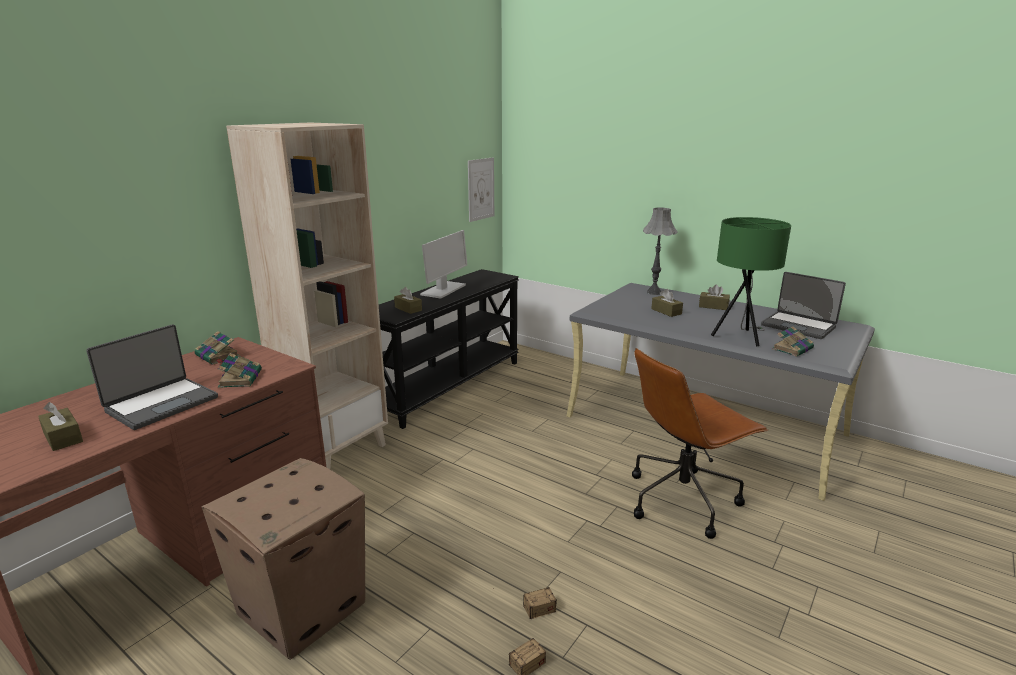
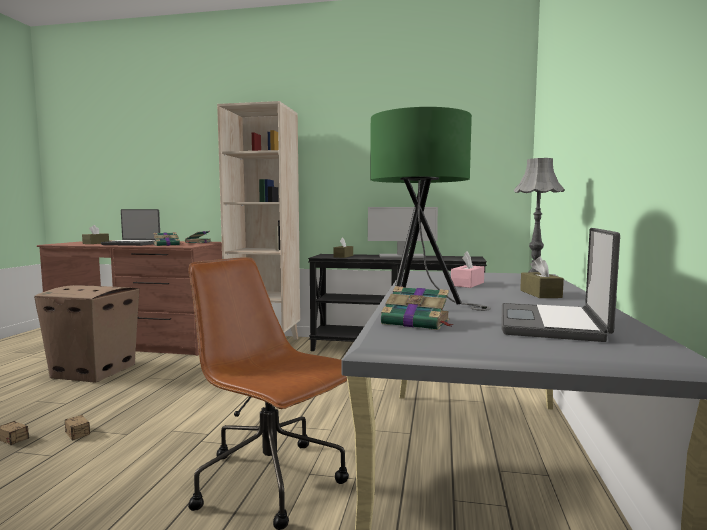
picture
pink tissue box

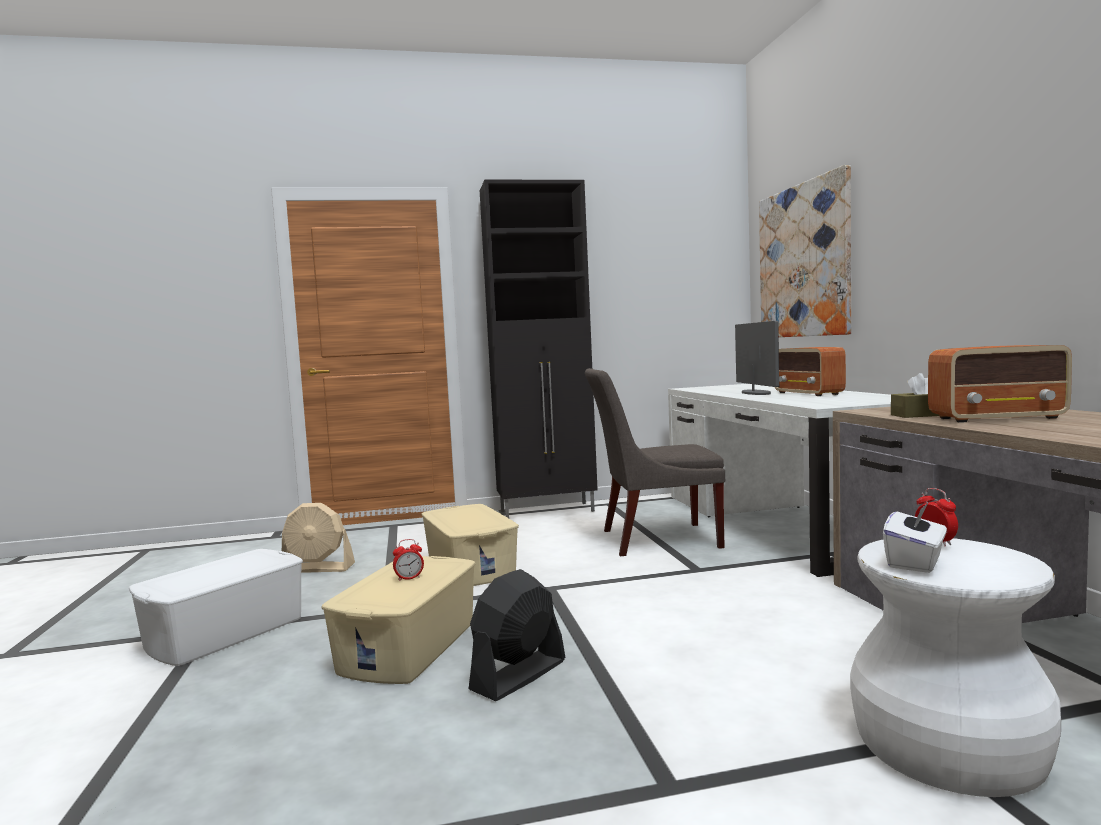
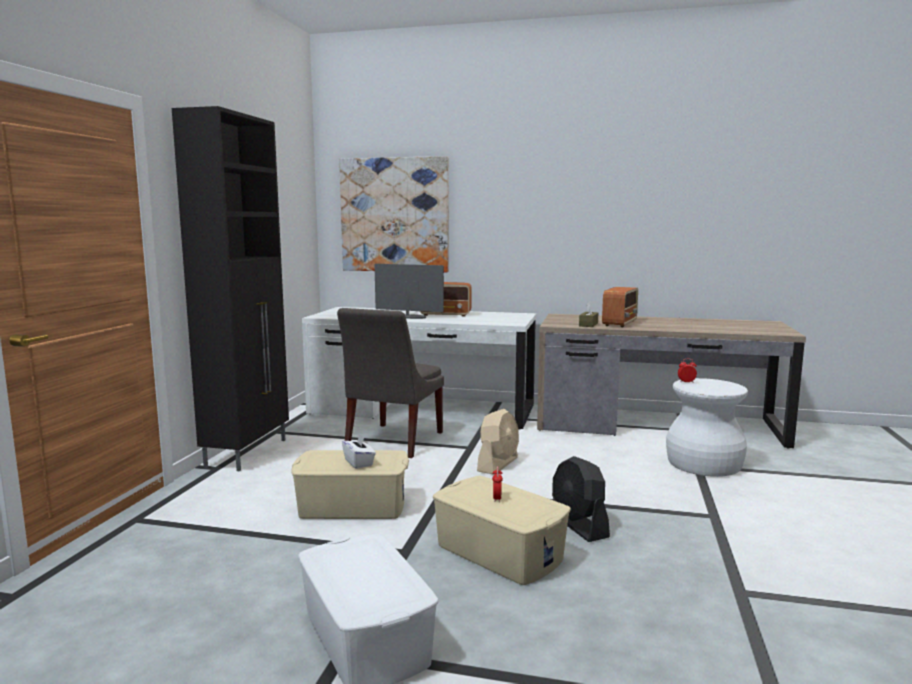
beige fan
white tissue box

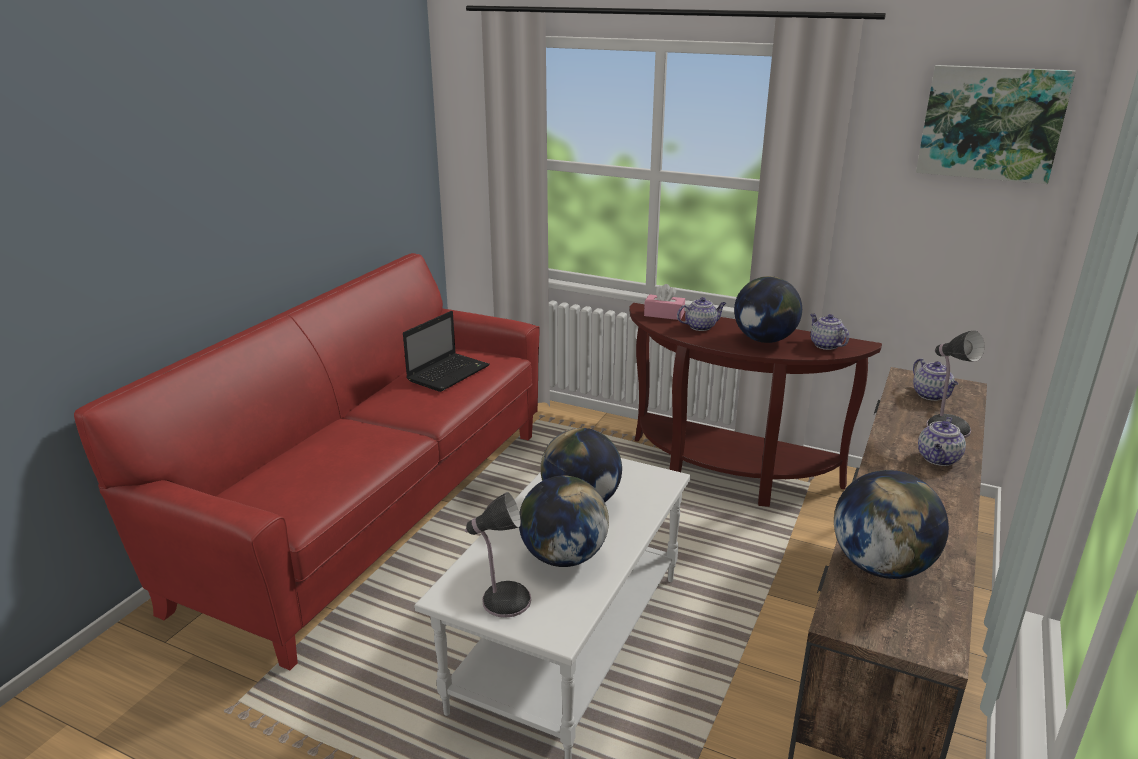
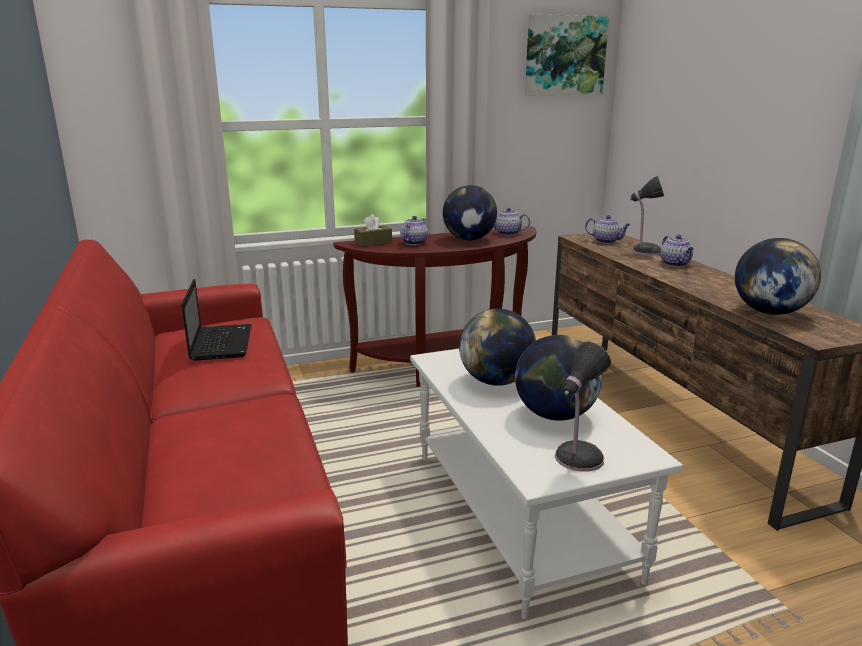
brown tissue box

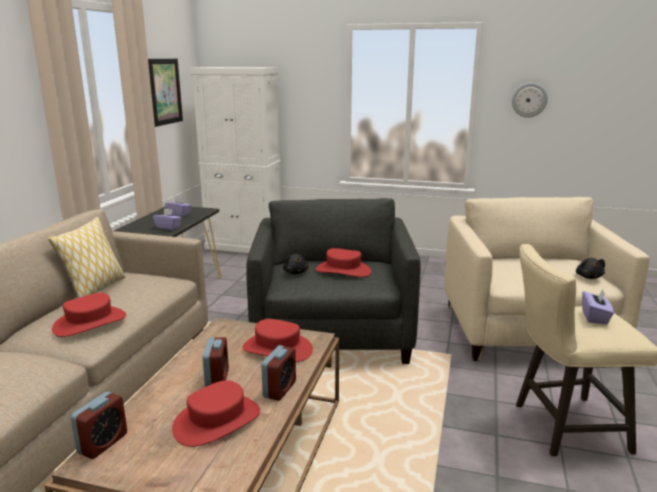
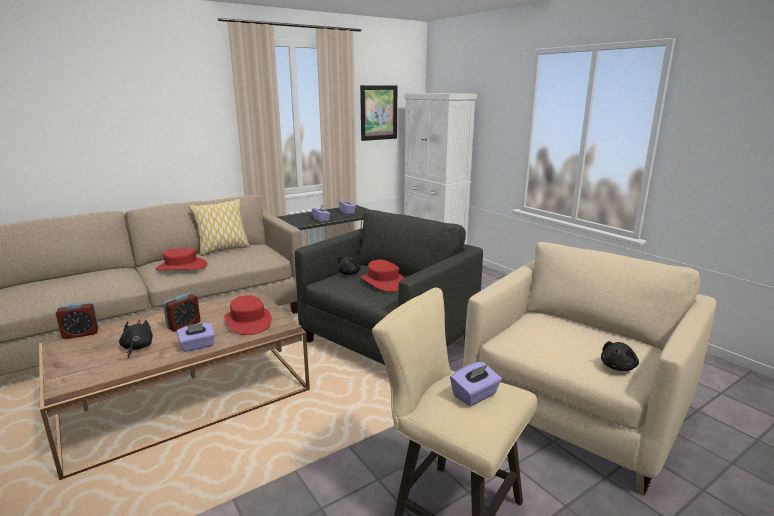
wall clock
black plush toy (1st from left)
purple tissue box (1st from left)

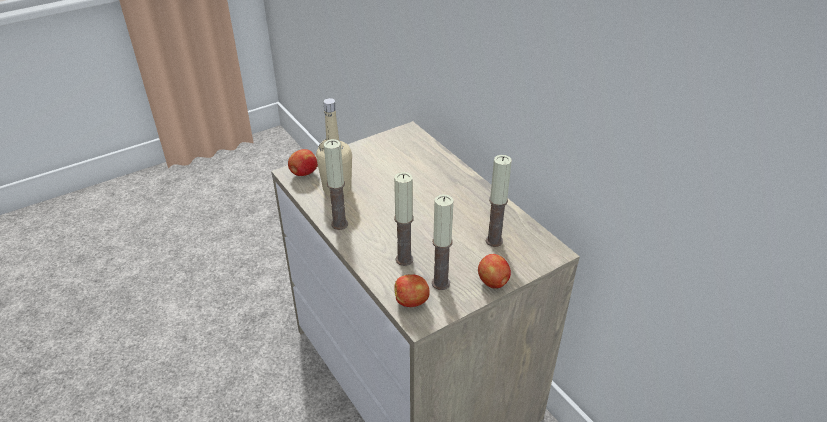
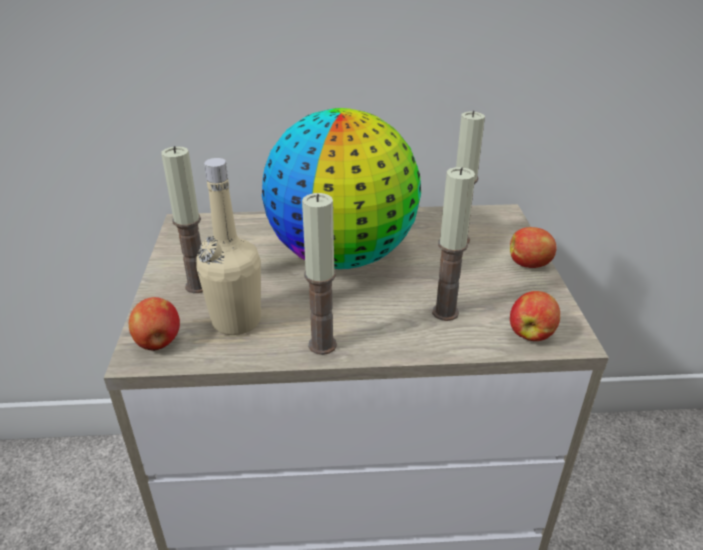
globe
candle (1st from left)

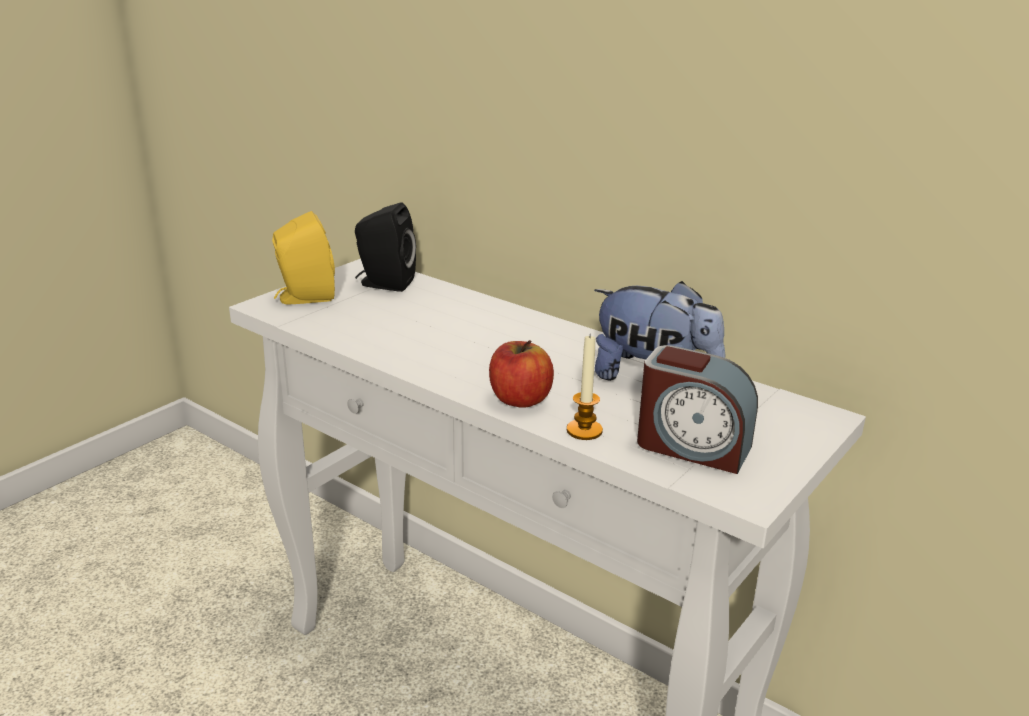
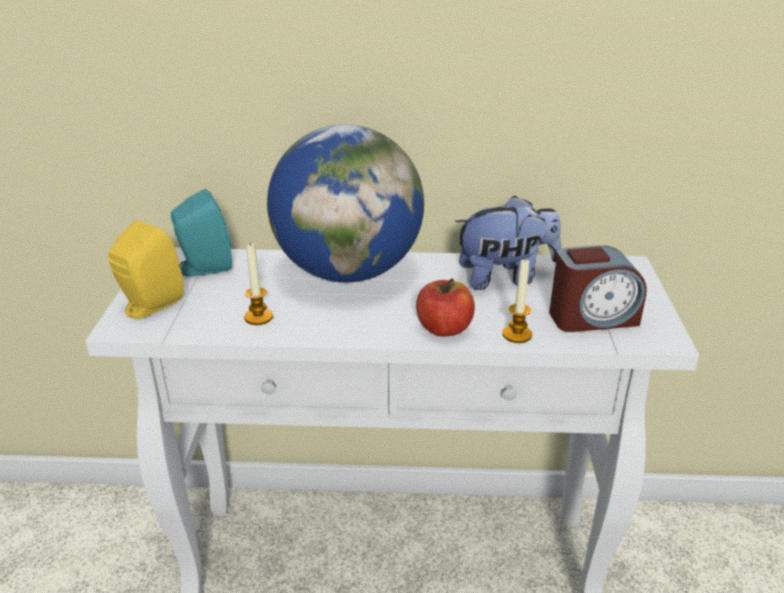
candle (1st from left)
globe
turquoise speaker

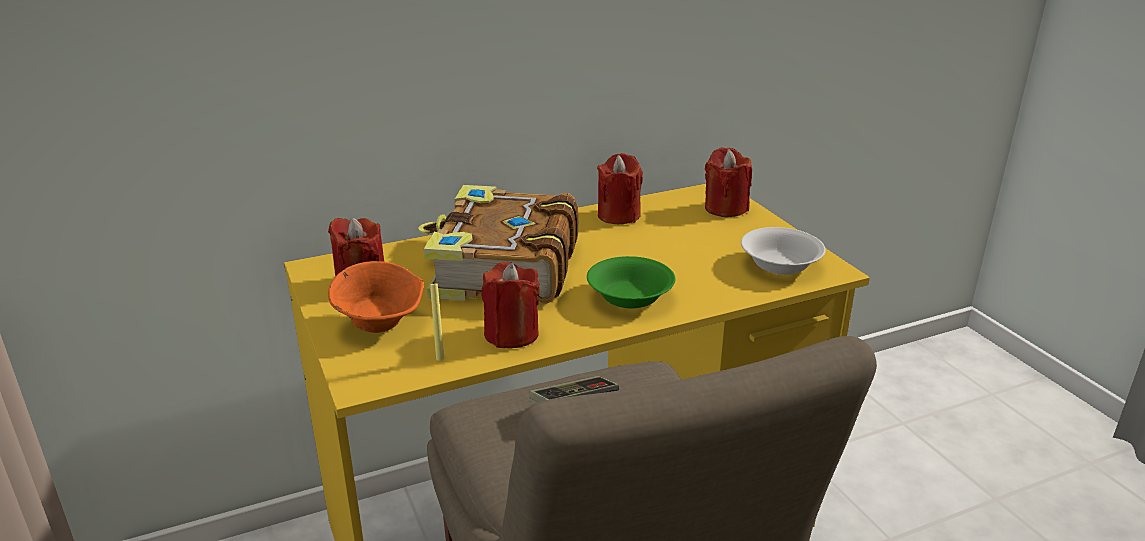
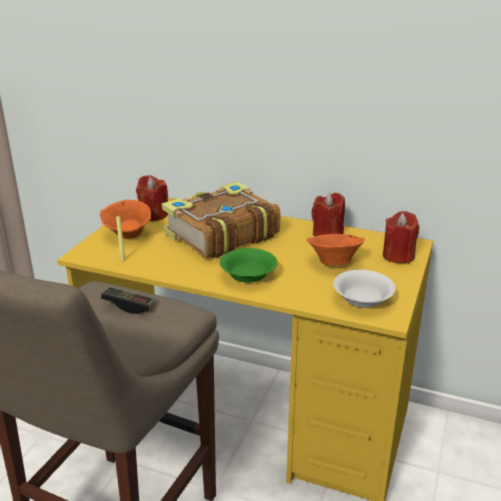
red candle (2nd from left in the first image)
orange bowl (2nd from left)

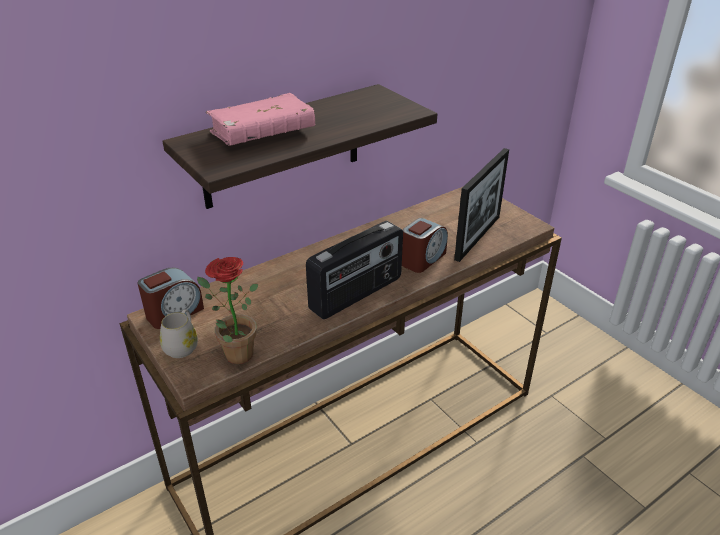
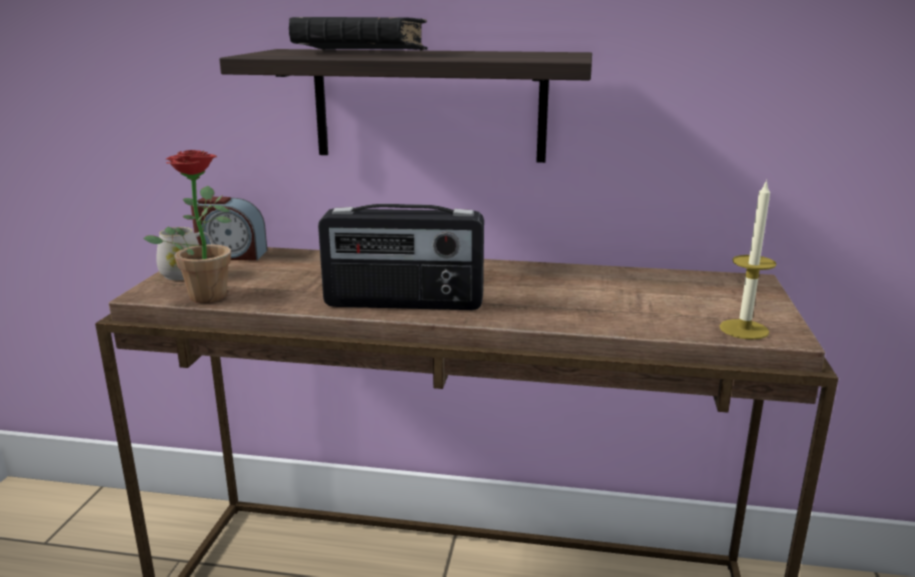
alarm clock (2nd from left in the first image)
picture frame
candle
black book

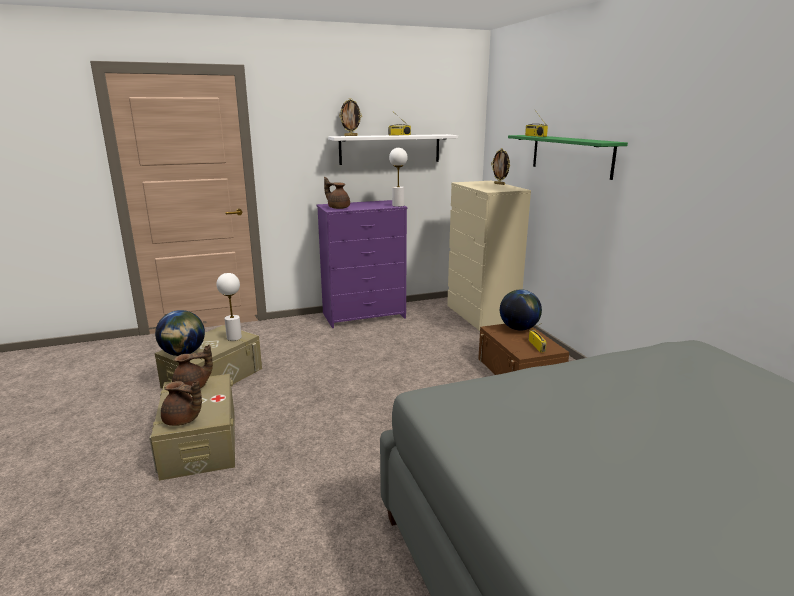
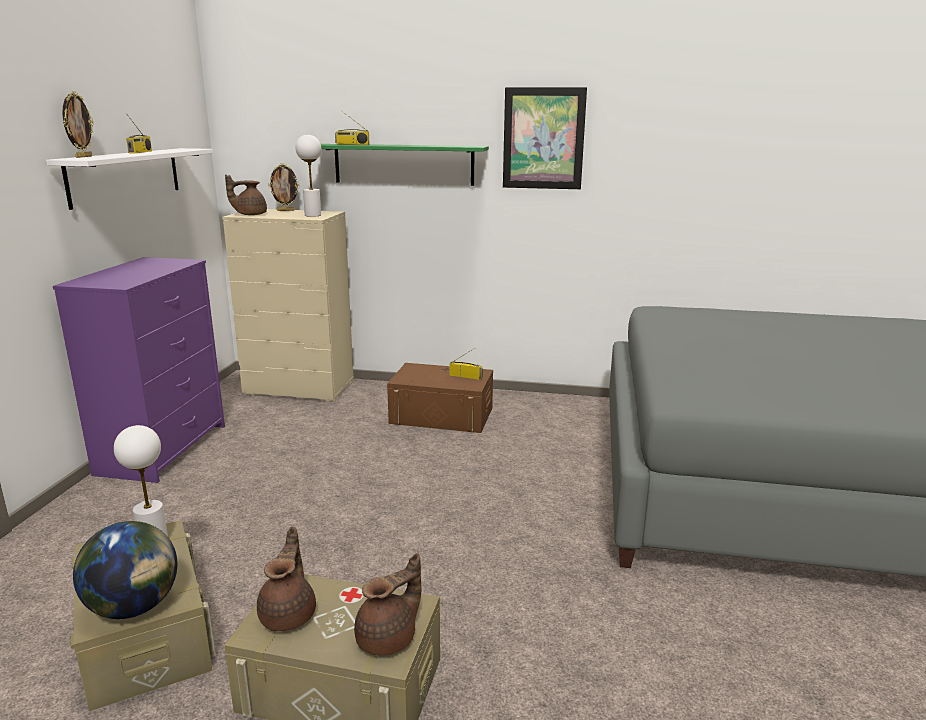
globe (2nd from left in the first image)
picture
brown teapot (1st from left)
white table lamp (2nd from left)

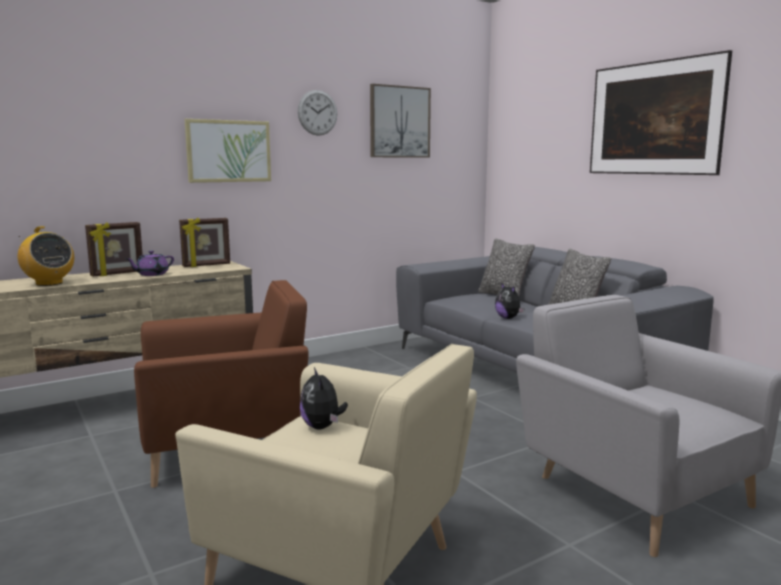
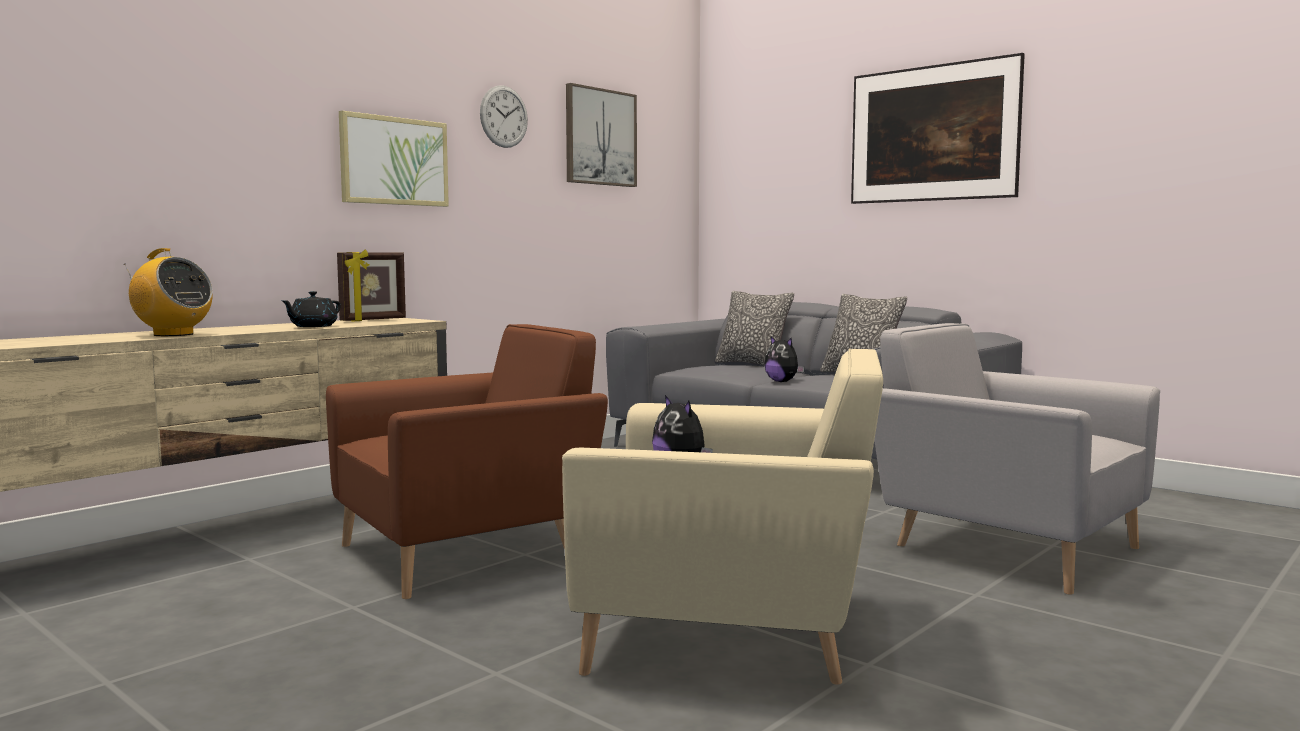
picture frame (1st from left in the first image)
black teapot

